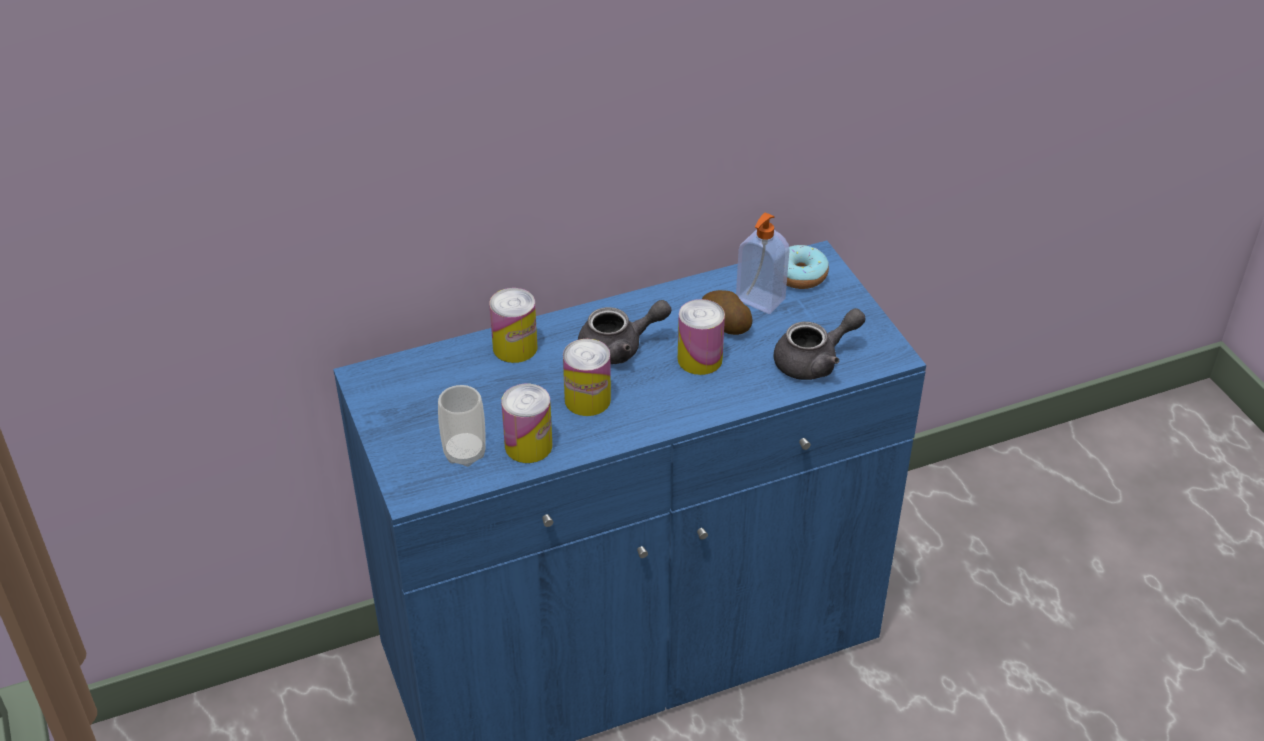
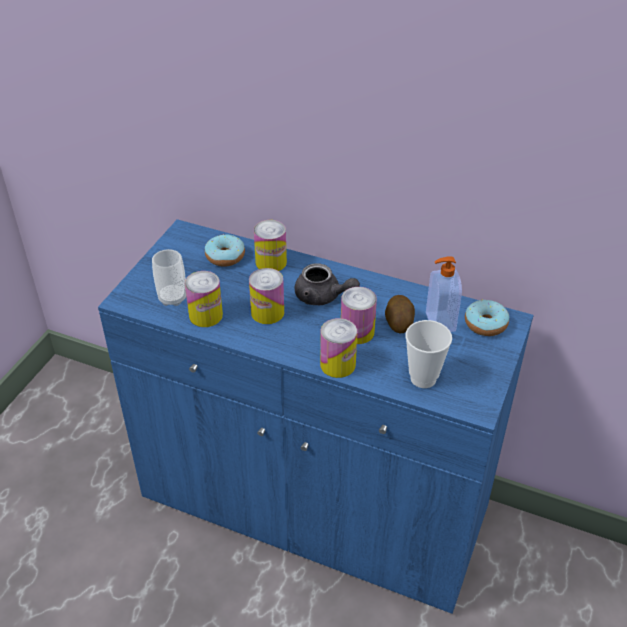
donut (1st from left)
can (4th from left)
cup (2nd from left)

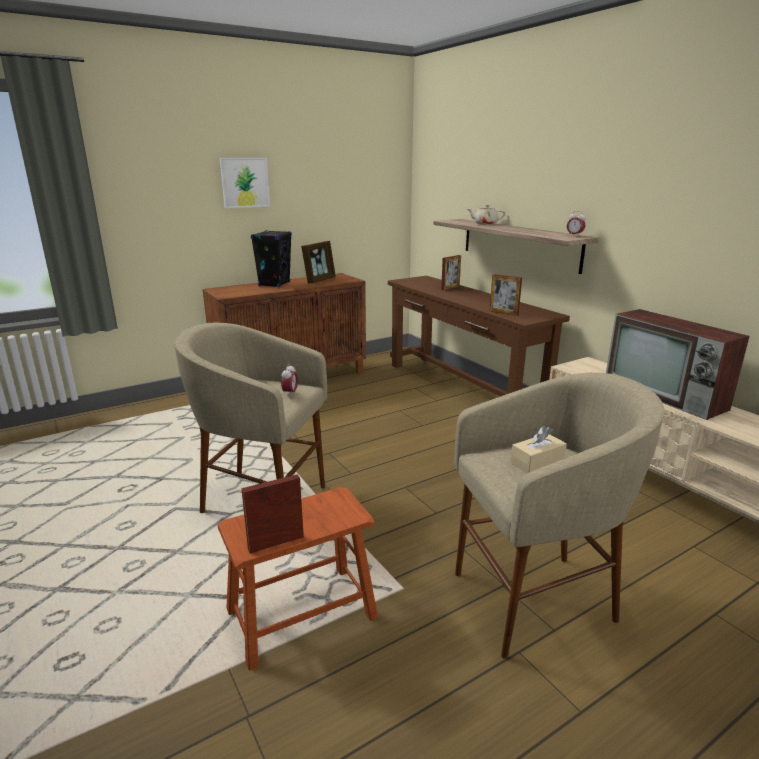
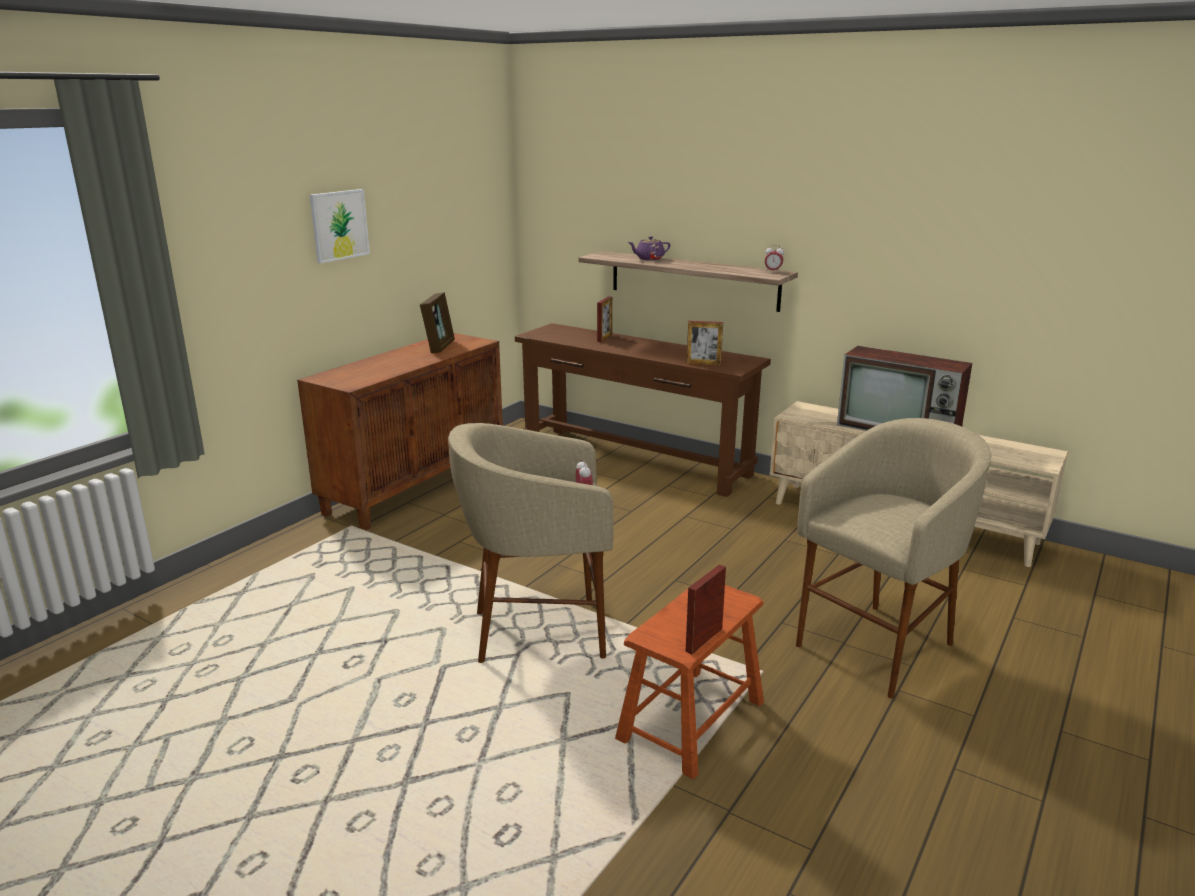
black speaker
beige tissue box
purple teapot

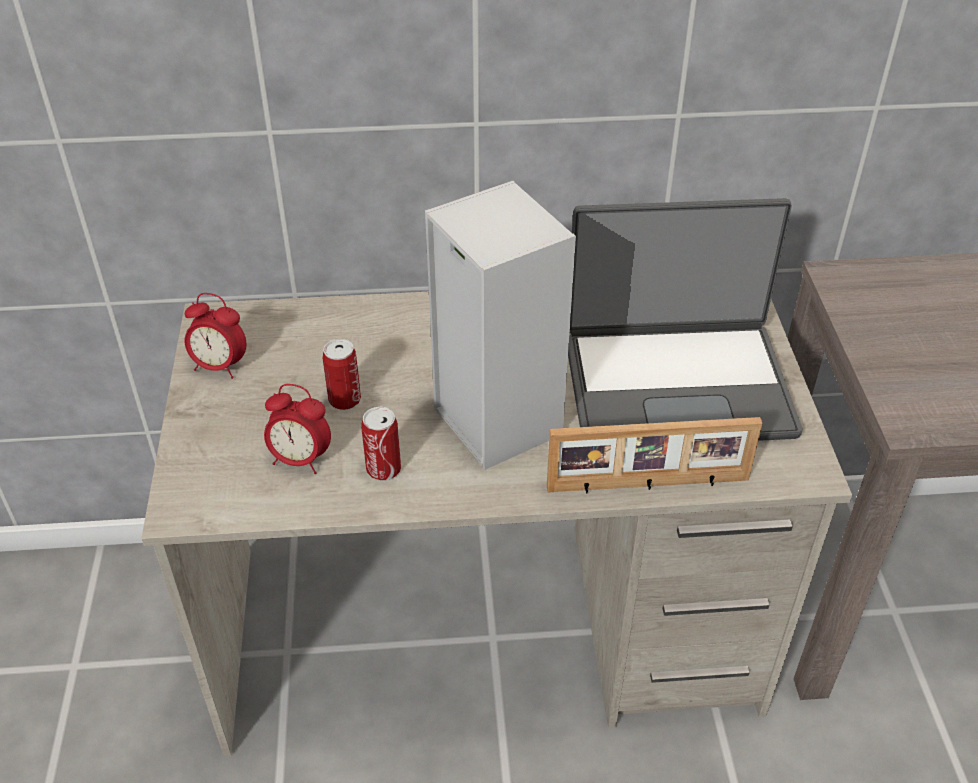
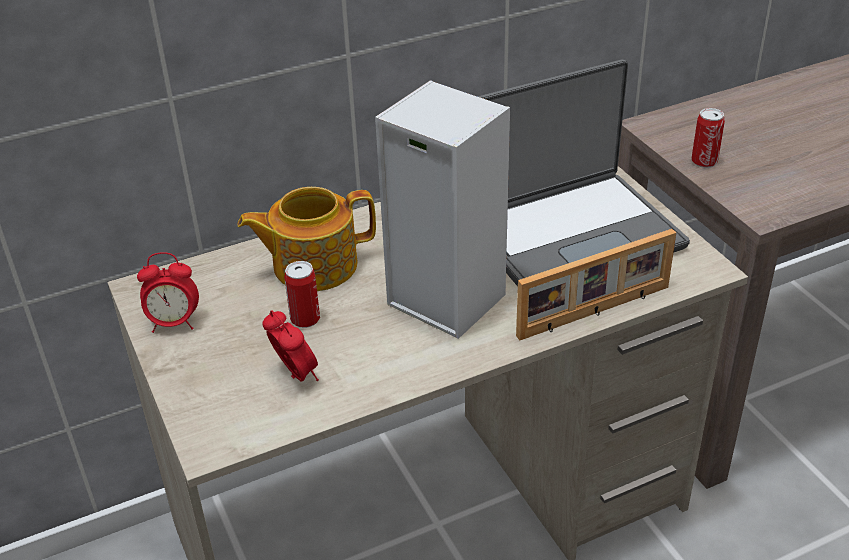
teapot
can (2nd from left)
alarm clock (2nd from left)

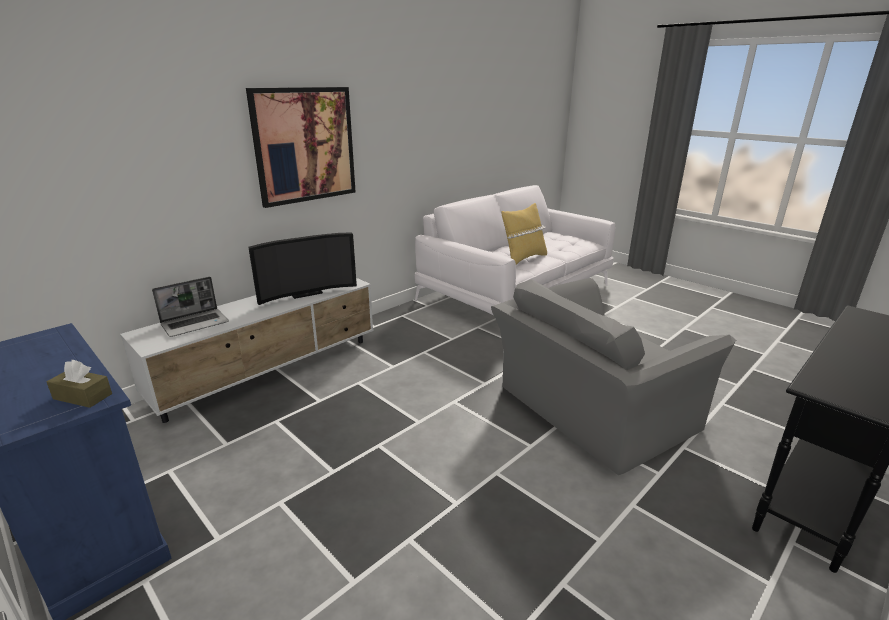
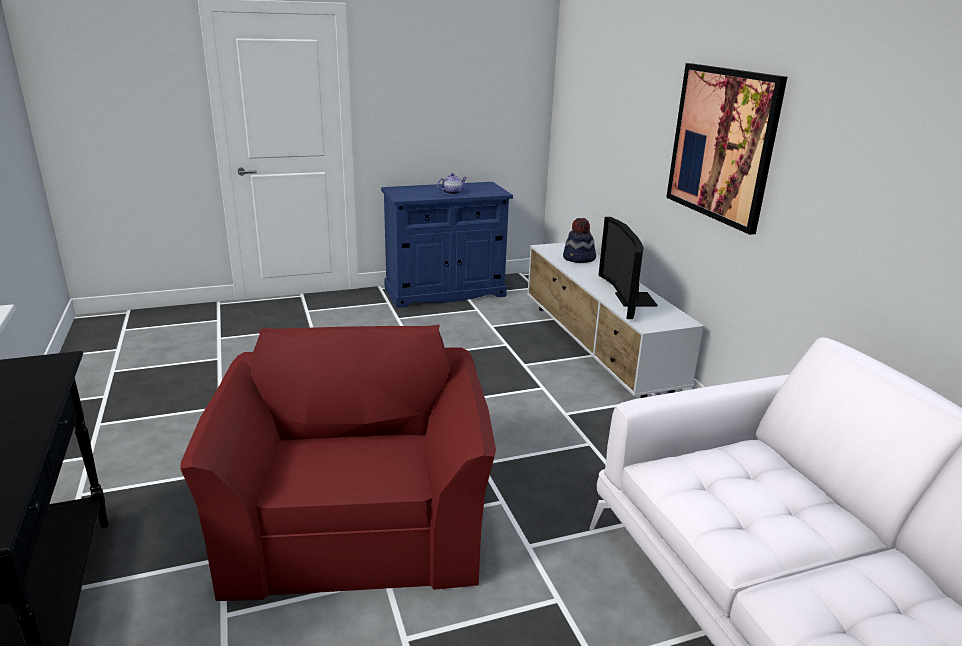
brown tissue box
yellow pillow
teapot
hat
red armchair

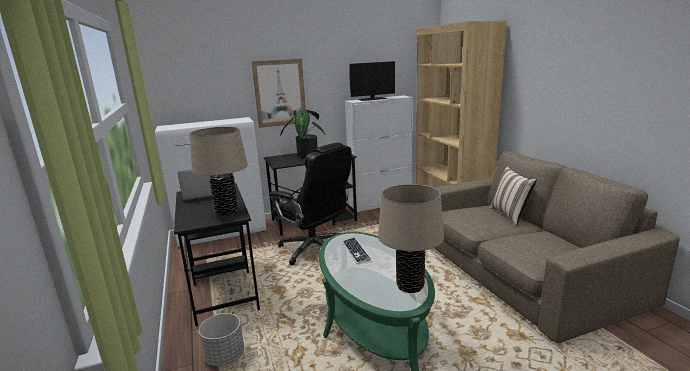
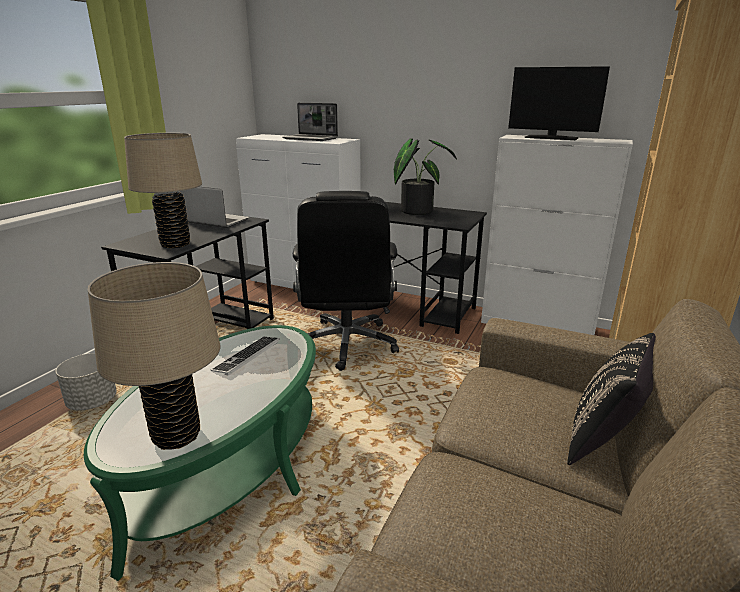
picture
laptop (2nd from left)
black pillow

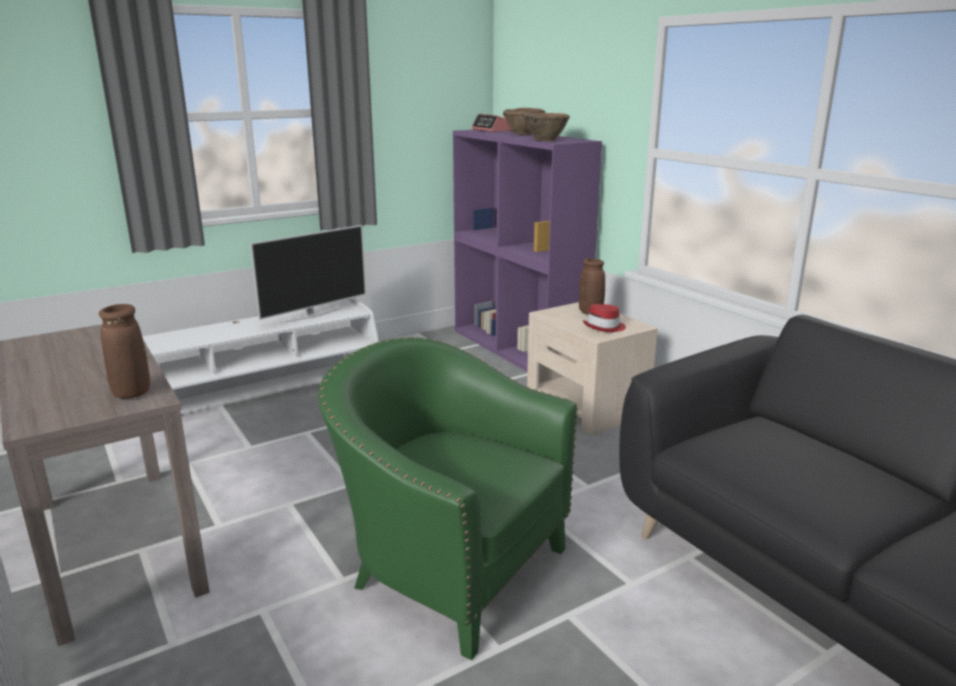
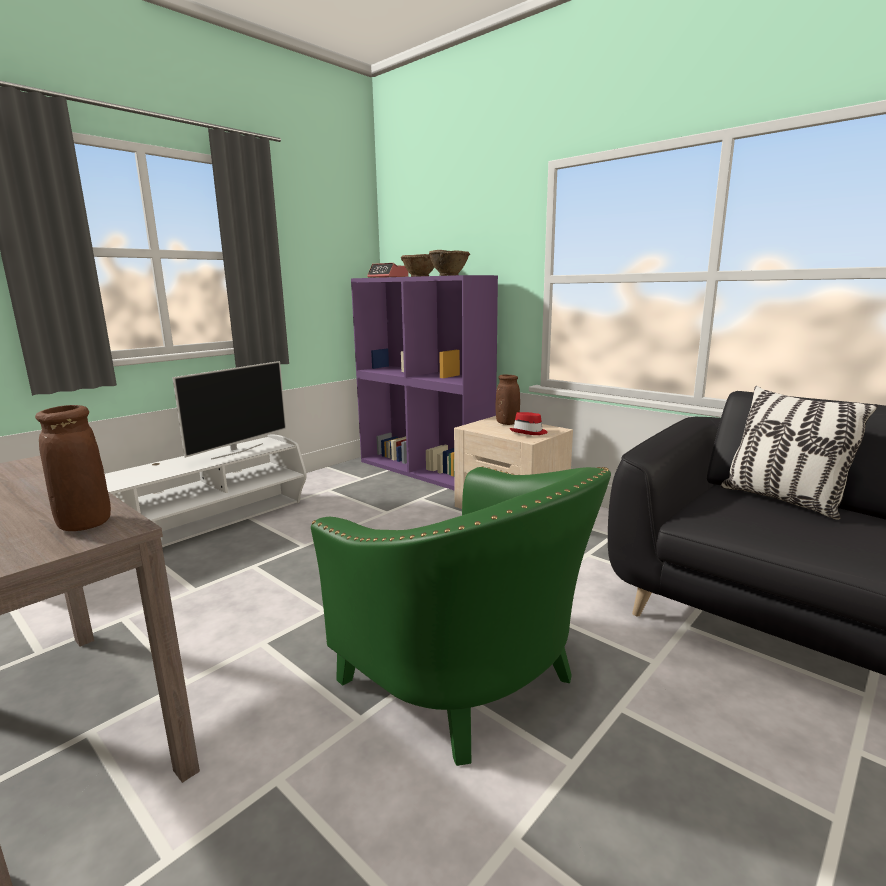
pillow
green armchair

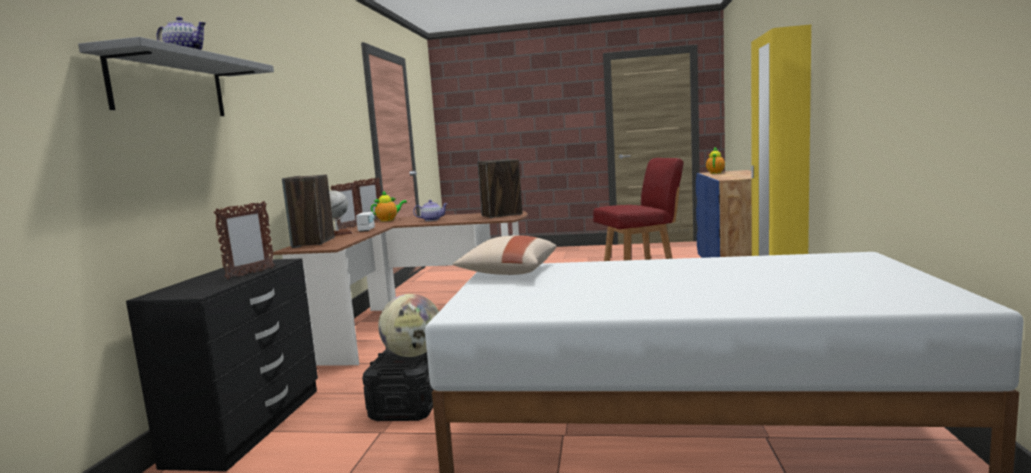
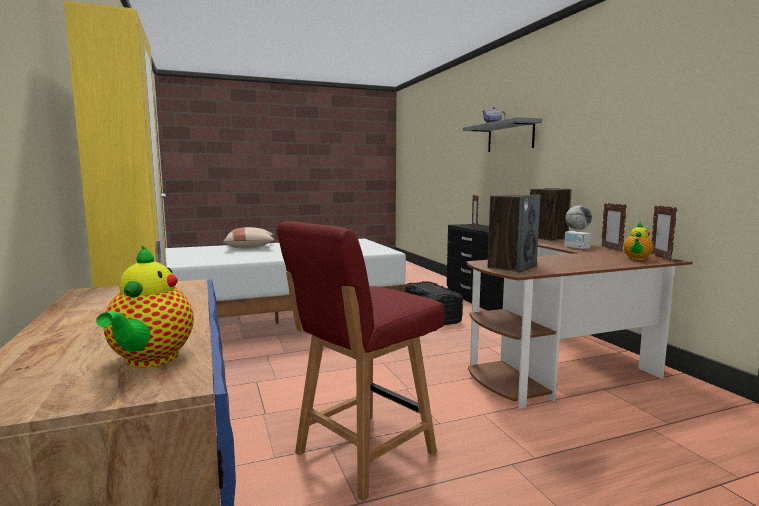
globe (2nd from left in the first image)
teapot (3rd from left in the first image)
beige pillow

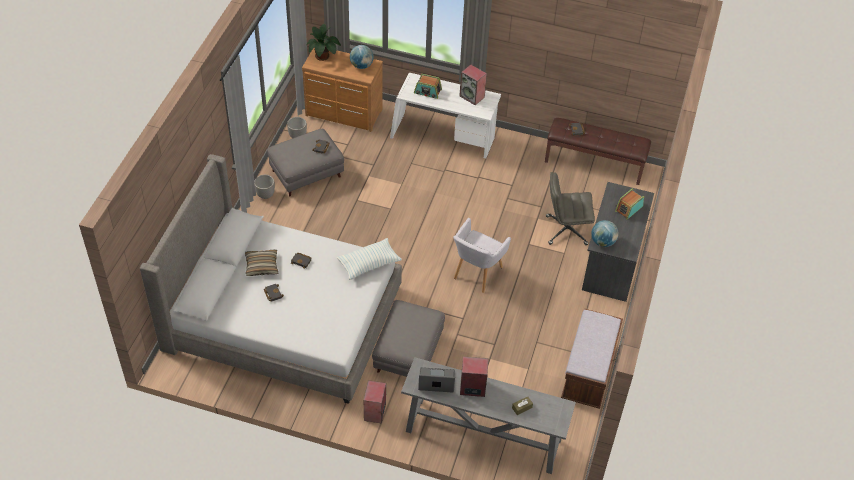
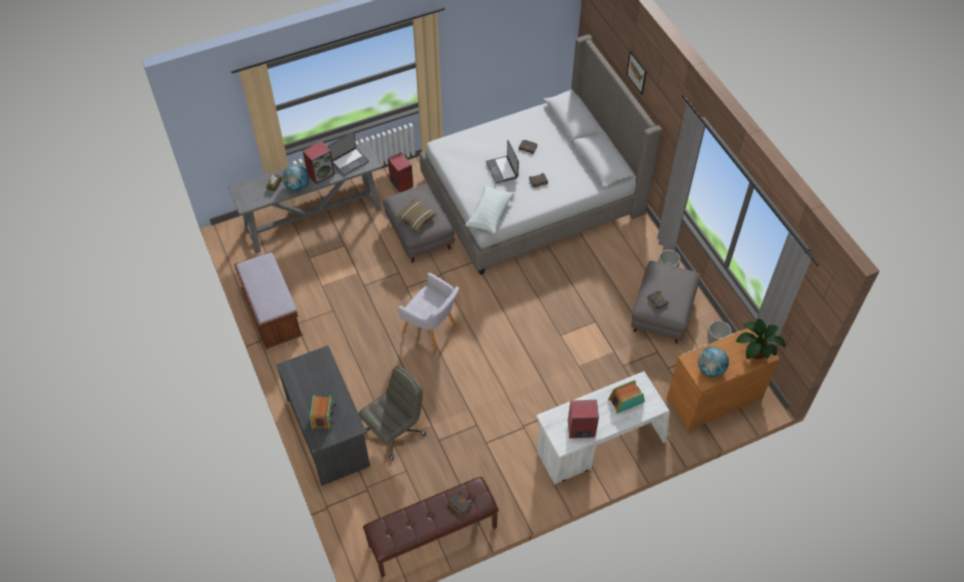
laptop (2nd from left)
picture
pillow (1st from left)
globe (1st from left)
grey armchair

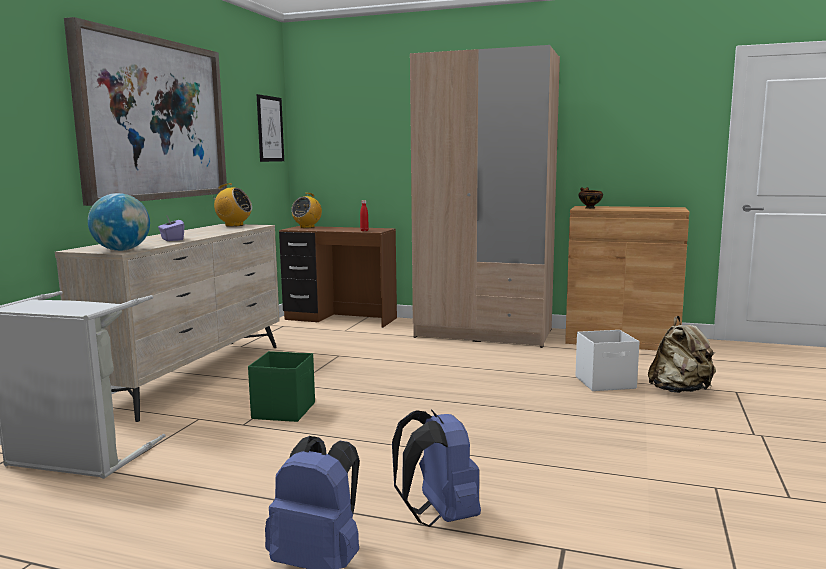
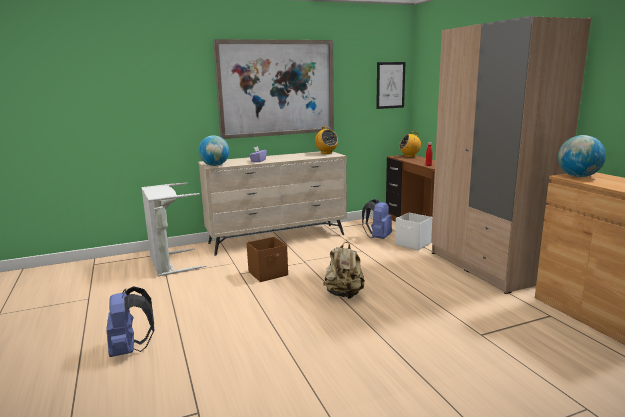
blue backpack (2nd from left)
white storage box
beige backpack
globe (2nd from left)
brown storage box

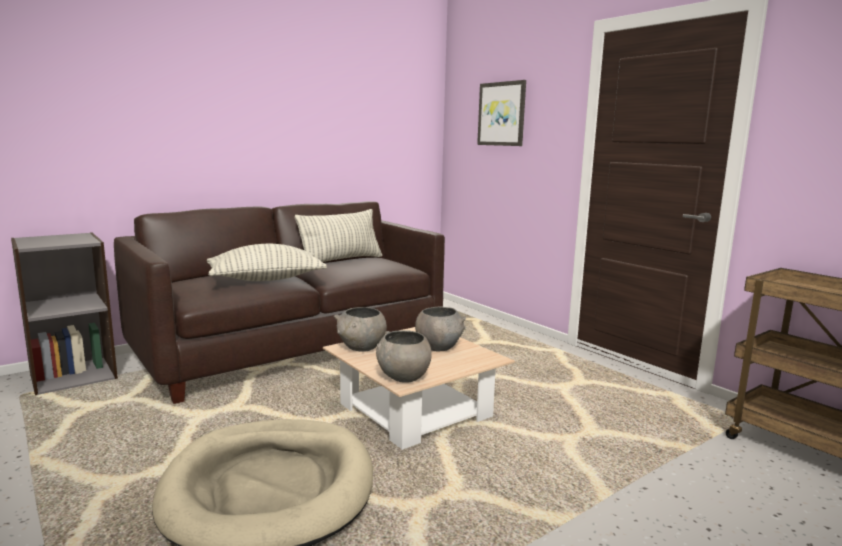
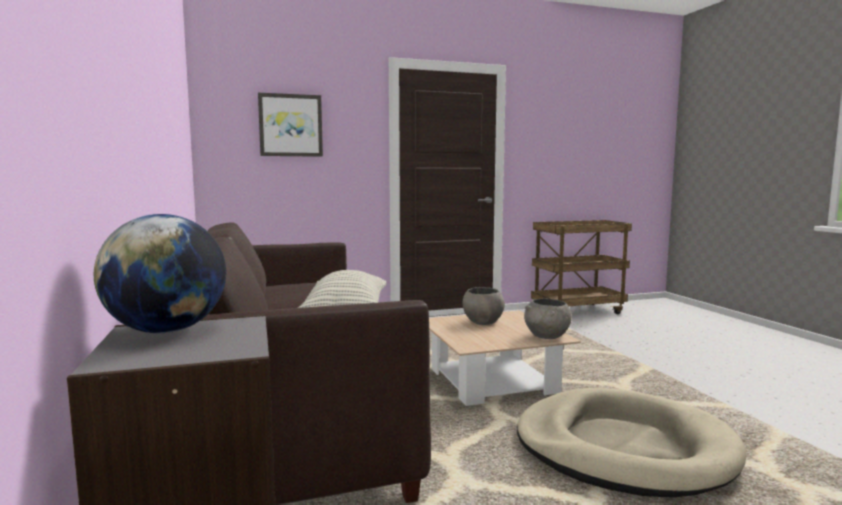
pillow (2nd from left in the first image)
grey bowl (1st from left in the first image)
globe

